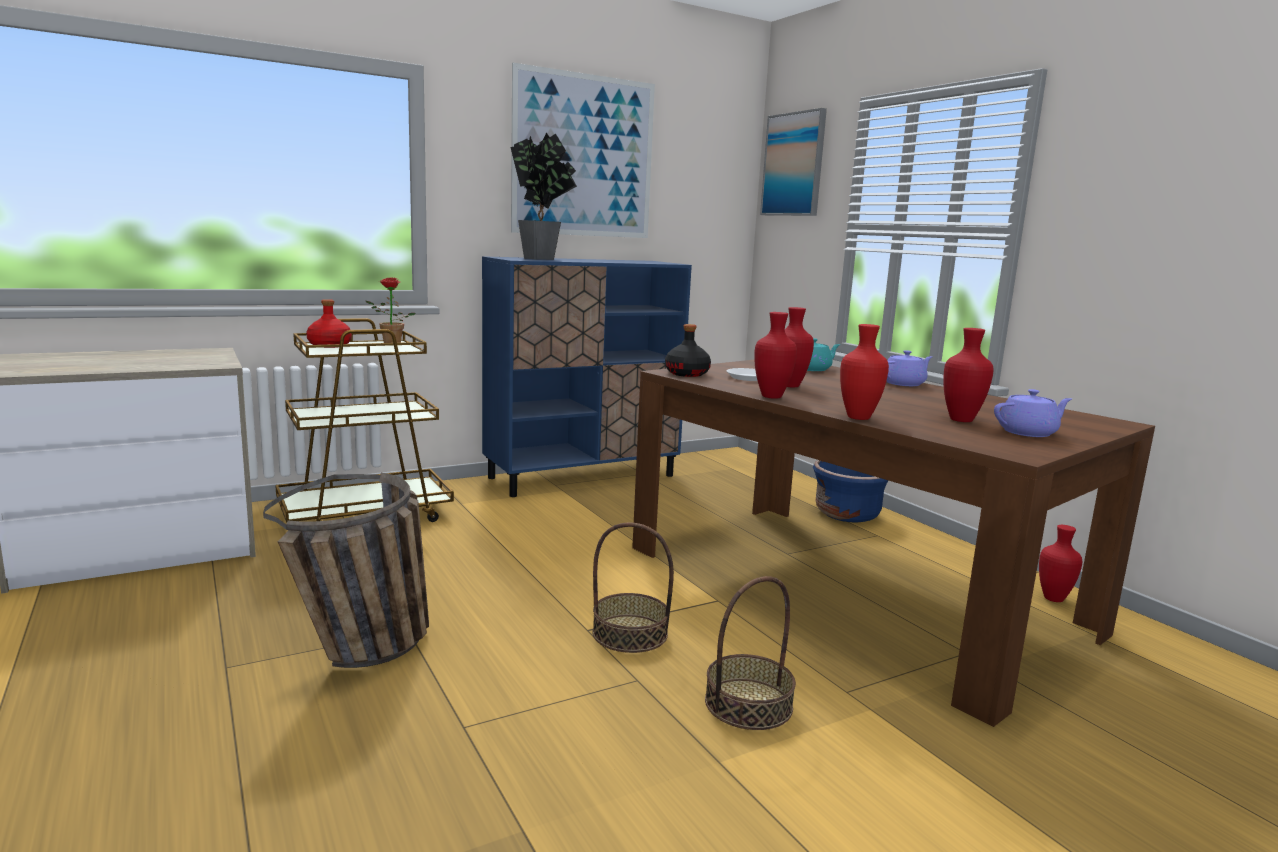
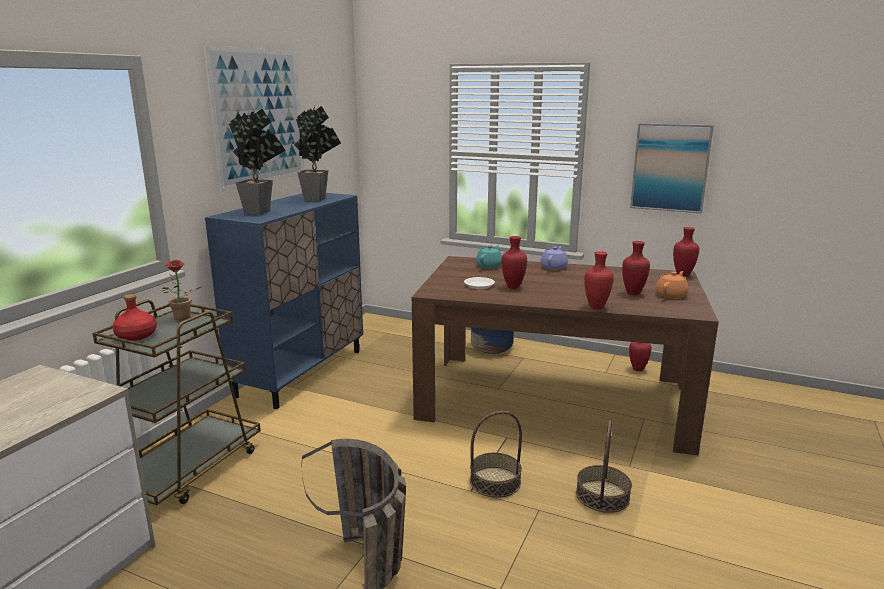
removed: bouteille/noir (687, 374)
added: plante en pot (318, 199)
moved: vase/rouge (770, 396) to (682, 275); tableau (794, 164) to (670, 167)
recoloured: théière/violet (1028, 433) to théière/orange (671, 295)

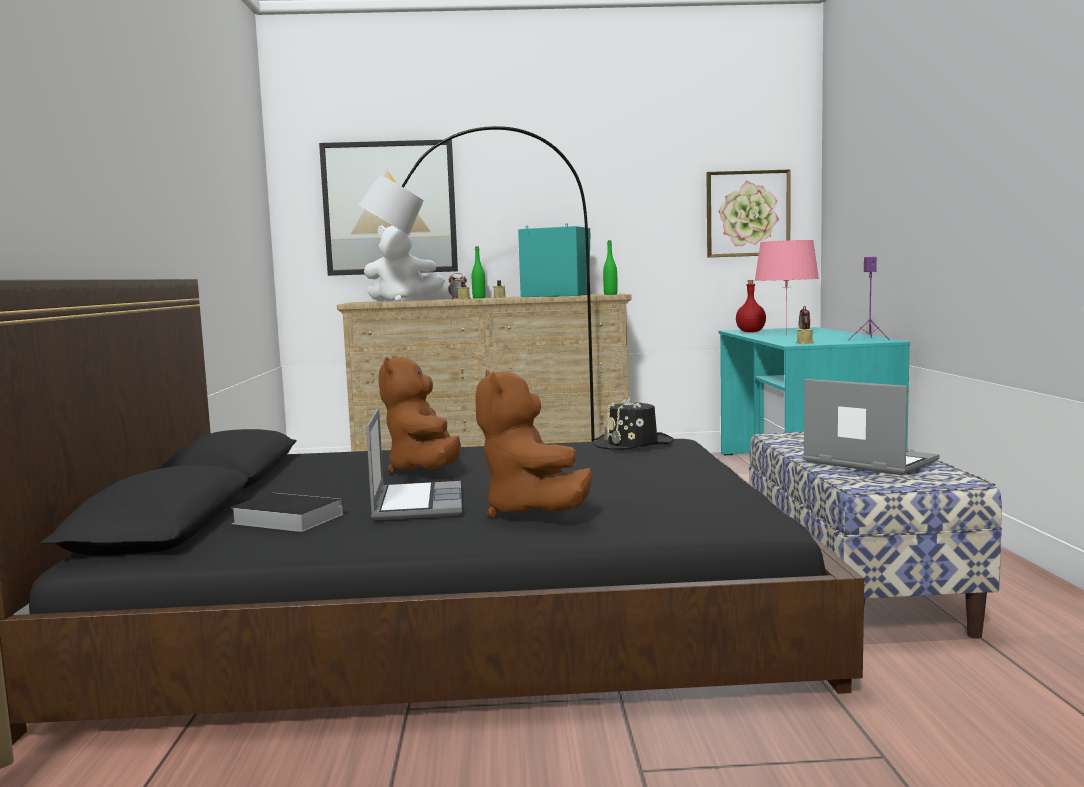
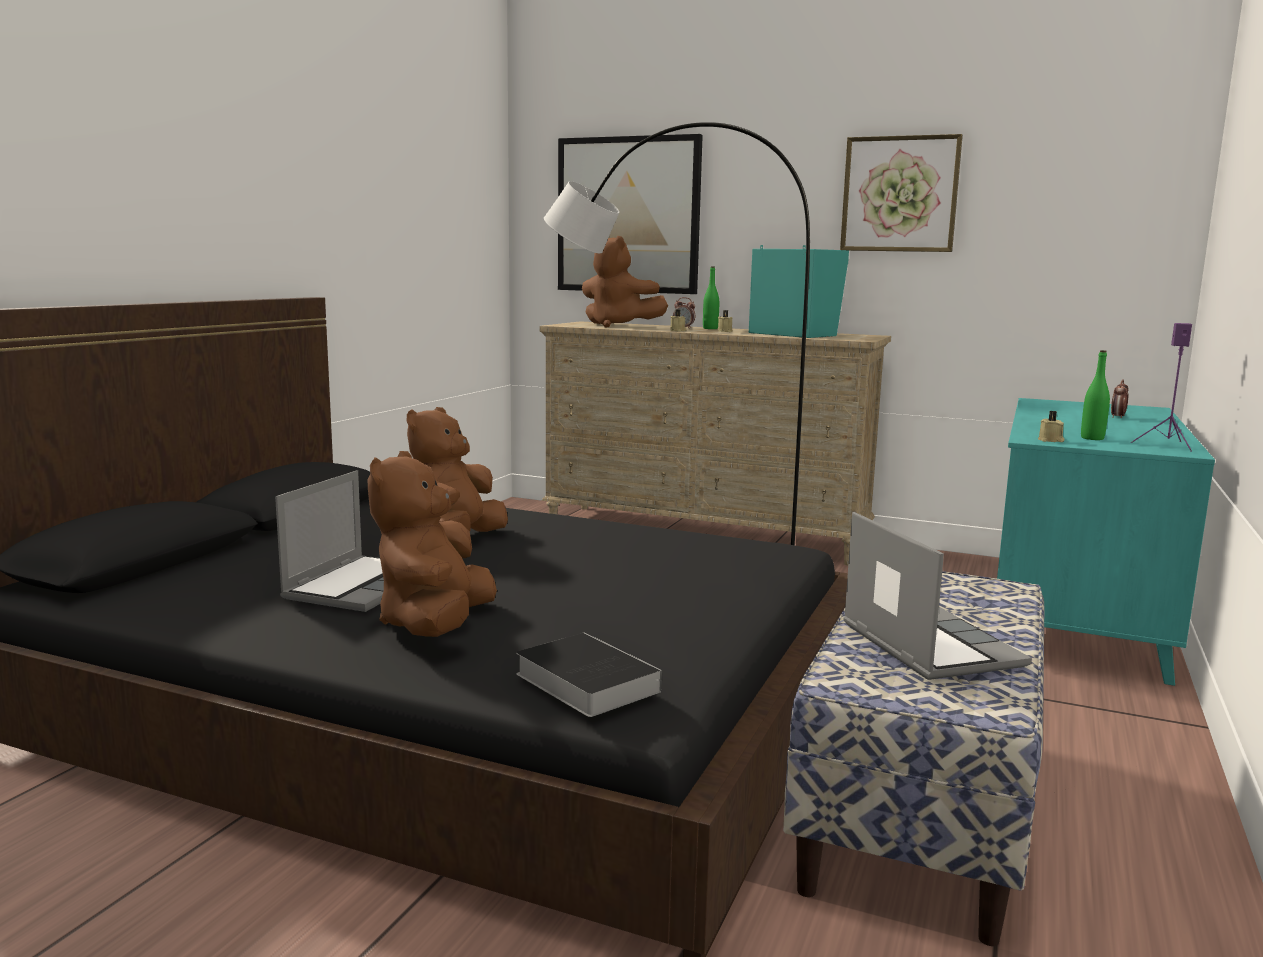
removed: chapeau/noir (633, 444); bouteille/rouge (750, 332); lampe de table/rose (786, 336)
moved: livre (284, 519) to (583, 681); bouteille/vert (610, 294) to (1092, 438); tableau (747, 213) to (899, 194)
recoloured: peluche/blanc (402, 301) to peluche/marron (618, 326)

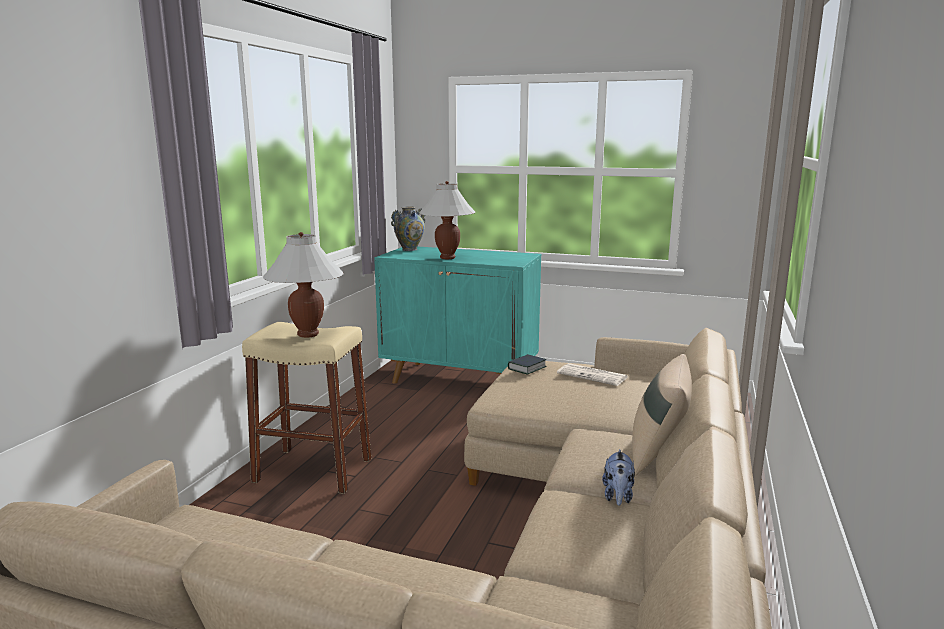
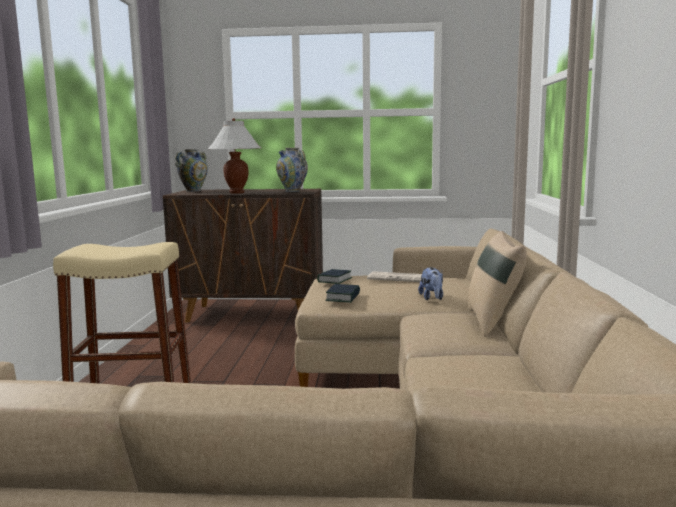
removed: lampe de table/blanc (308, 334)
added: vase (292, 191); livre (343, 297)
moved: peluche (618, 496) to (432, 298)
recoloured: meuble de rangement/turquoise (460, 379) to meuble de rangement/marron (252, 314)

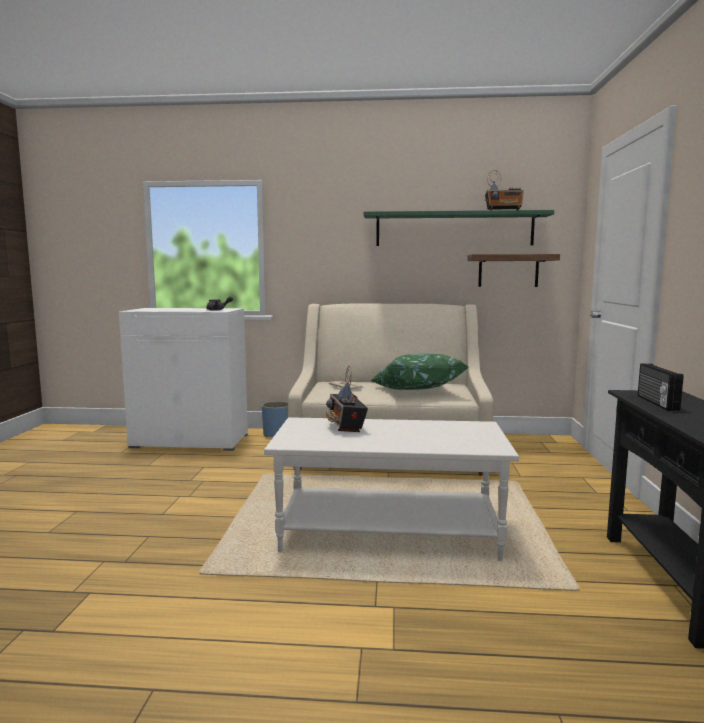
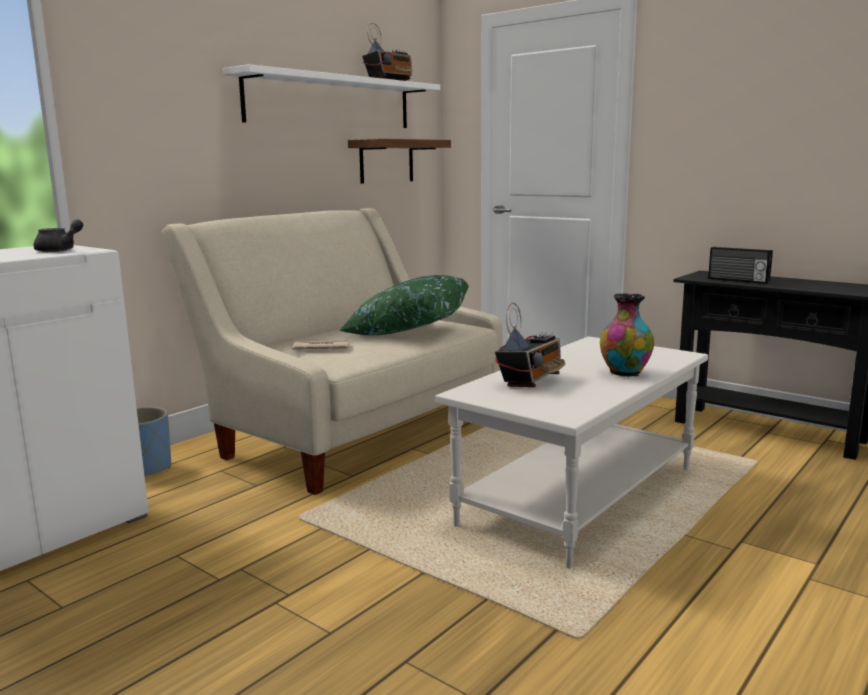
added: vase (625, 373)
recoloured: étagère/vert (454, 229) to étagère/blanc (331, 102)
turned: radio (346, 427) = (531, 381) 75 degrees counterclockwise

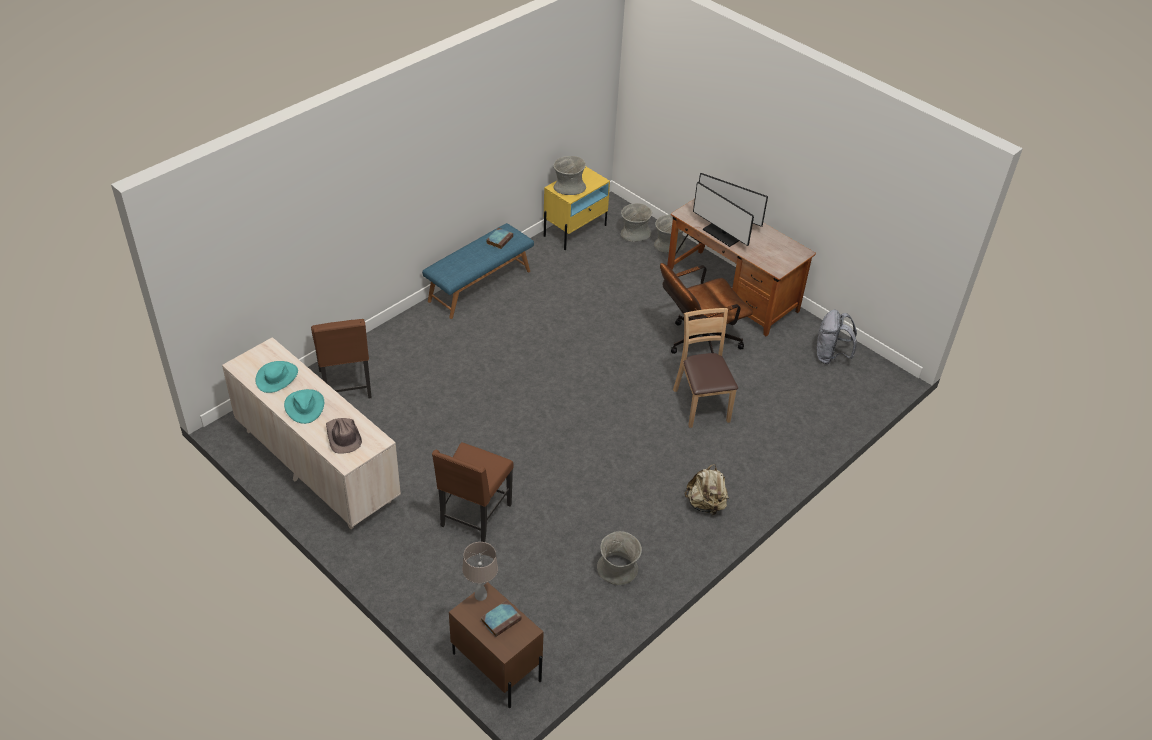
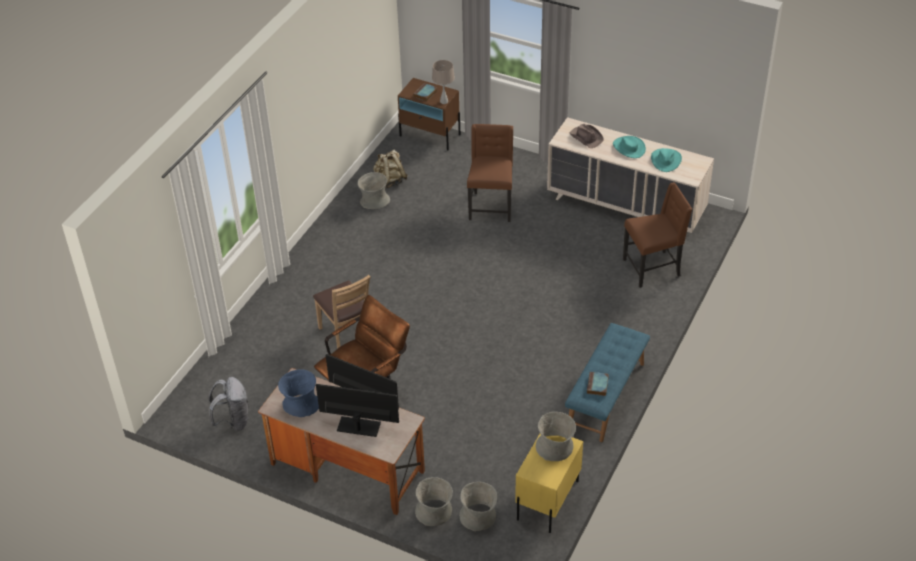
added: vase/bleu (301, 405)
moved: sac à dos/beige (706, 504) to (390, 180)
turned: chaise/marron (346, 385) = (652, 268) 105 degrees clockwise

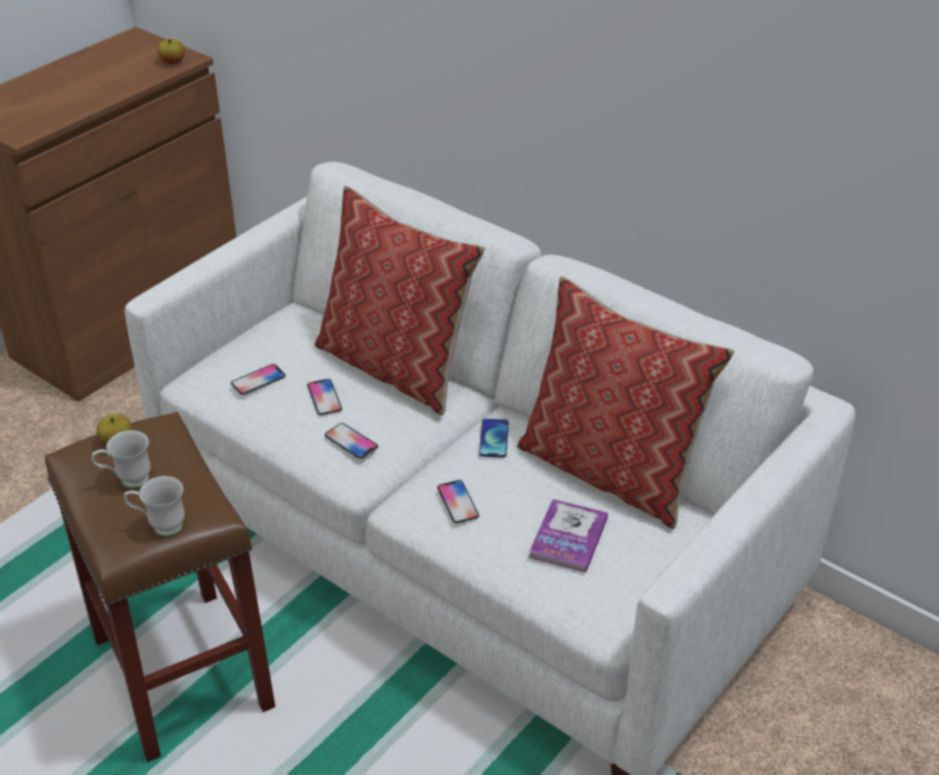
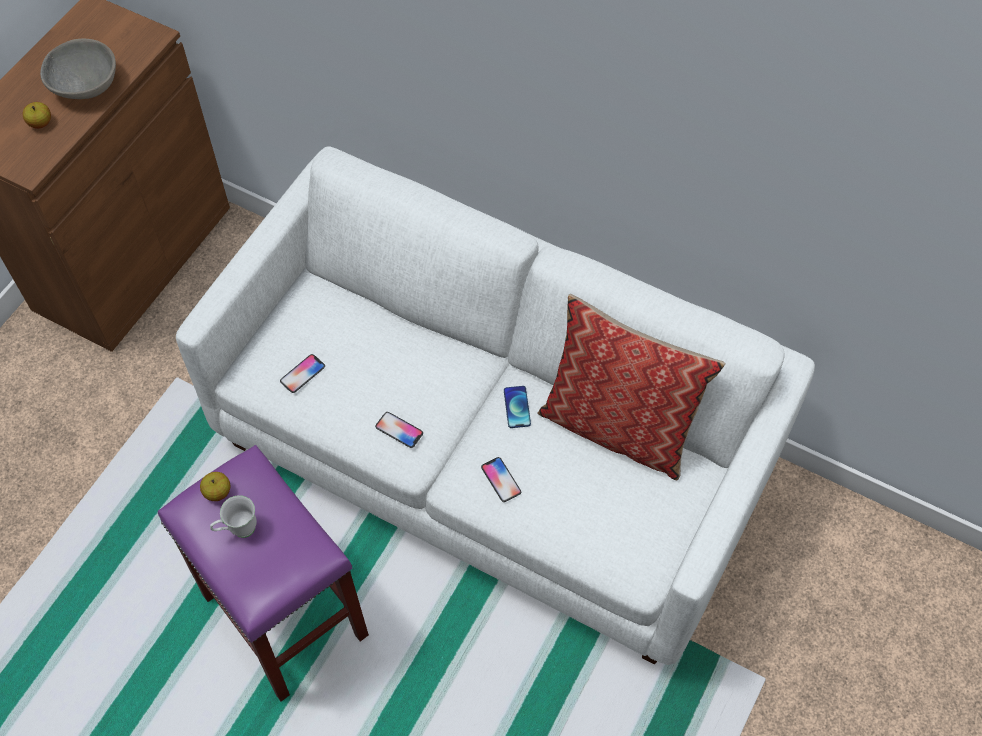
removed: mug/blanc (160, 526); téléphone (324, 398); coussin (396, 366); livre (568, 537)
added: bol/gris (84, 86)
moved: pomme (172, 62) to (40, 123)
recoloured: tabouret/marron (185, 674) to tabouret/violet (287, 616)

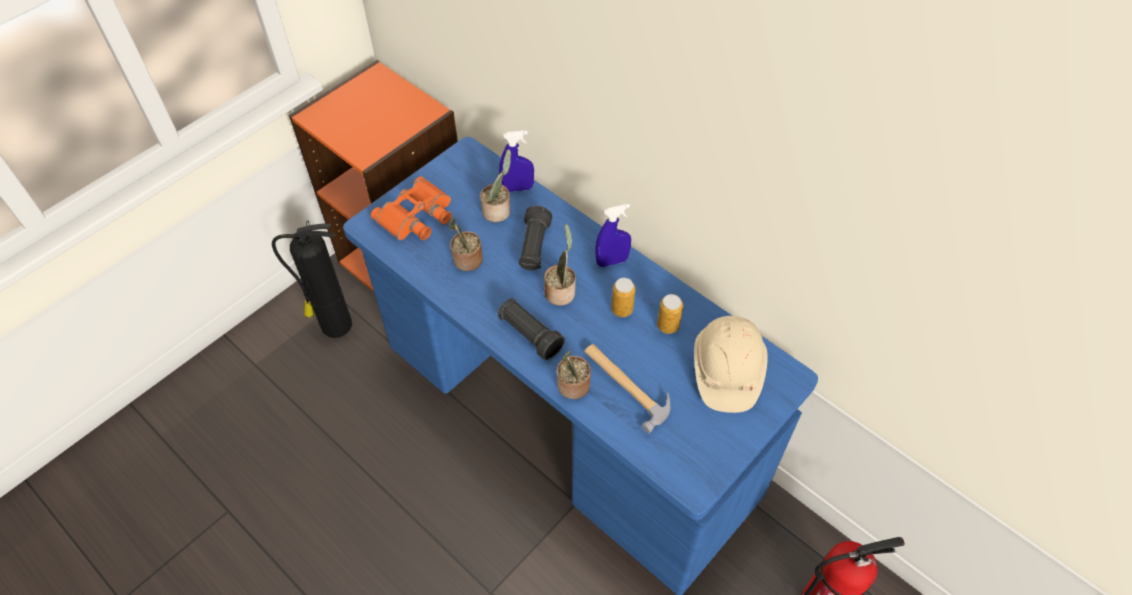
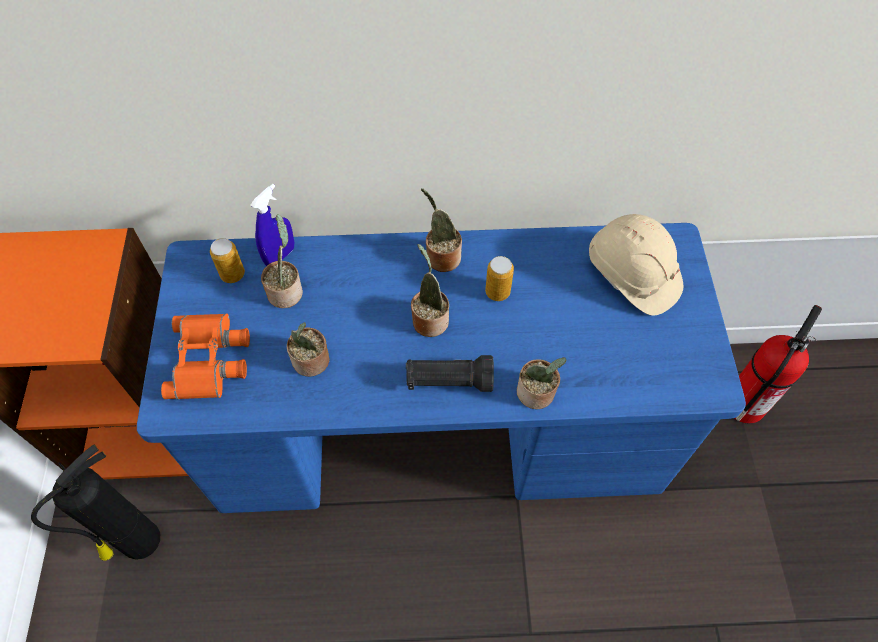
removed: lampe de poche/noir (534, 248); marteau (626, 384)
moved: boîte métallique (668, 326) to (232, 274)
replaced: vaporisateur/bleu (612, 261) to plante en pot (441, 257)

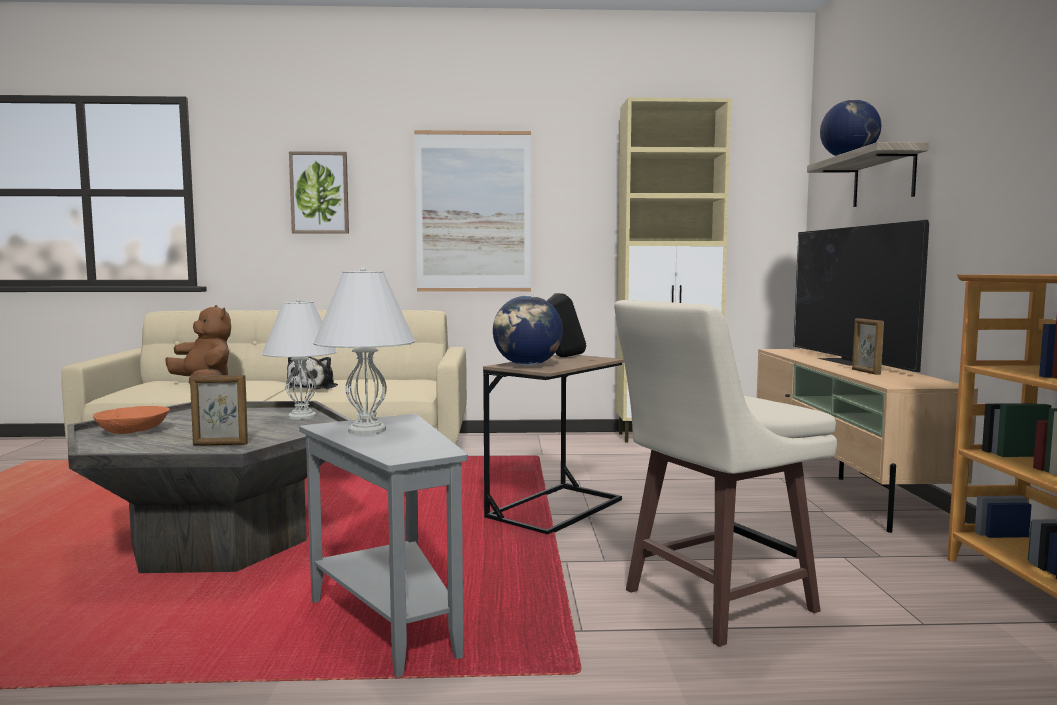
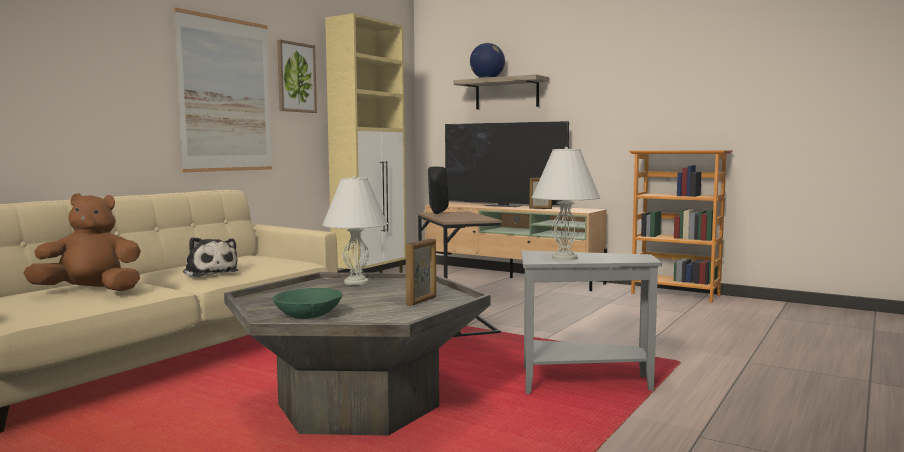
removed: globe (527, 365); tabouret/beige (714, 601)
moved: tableau (319, 193) to (296, 77)
recoloured: bol/orange (133, 431) to bol/vert (308, 315)

